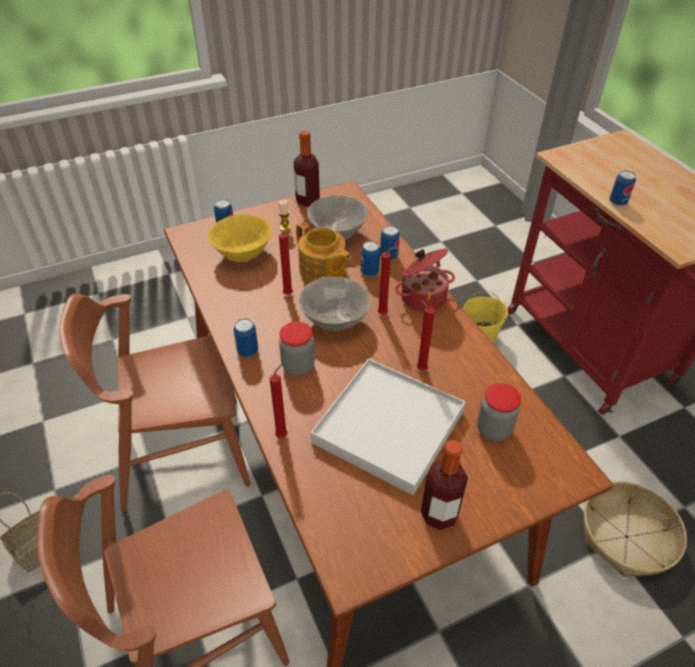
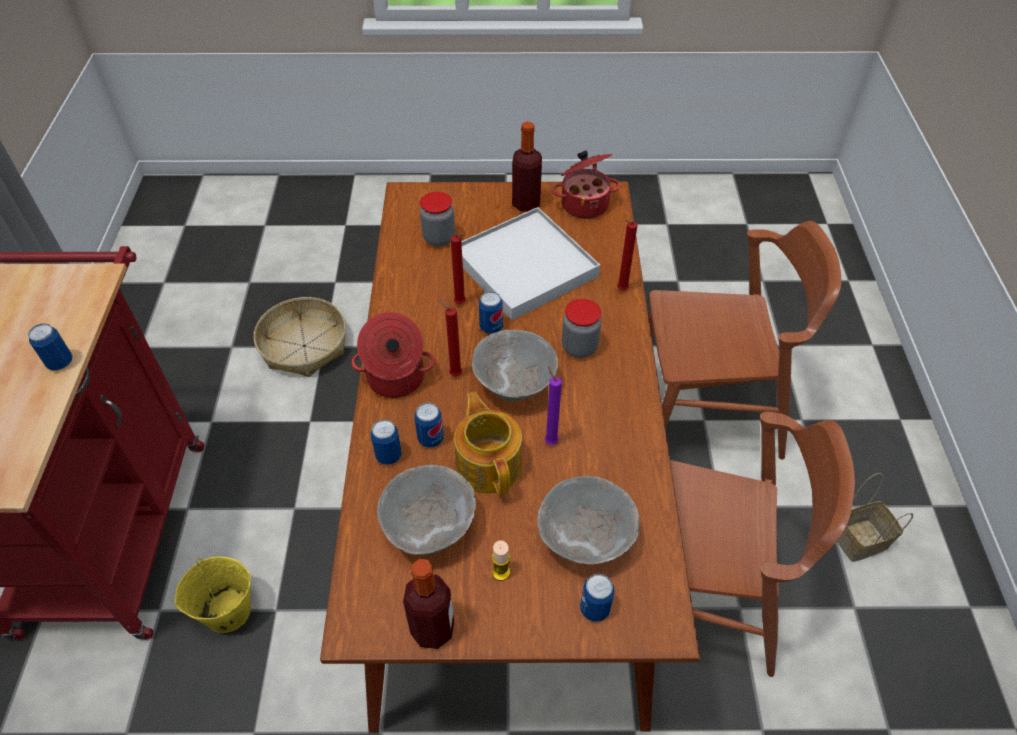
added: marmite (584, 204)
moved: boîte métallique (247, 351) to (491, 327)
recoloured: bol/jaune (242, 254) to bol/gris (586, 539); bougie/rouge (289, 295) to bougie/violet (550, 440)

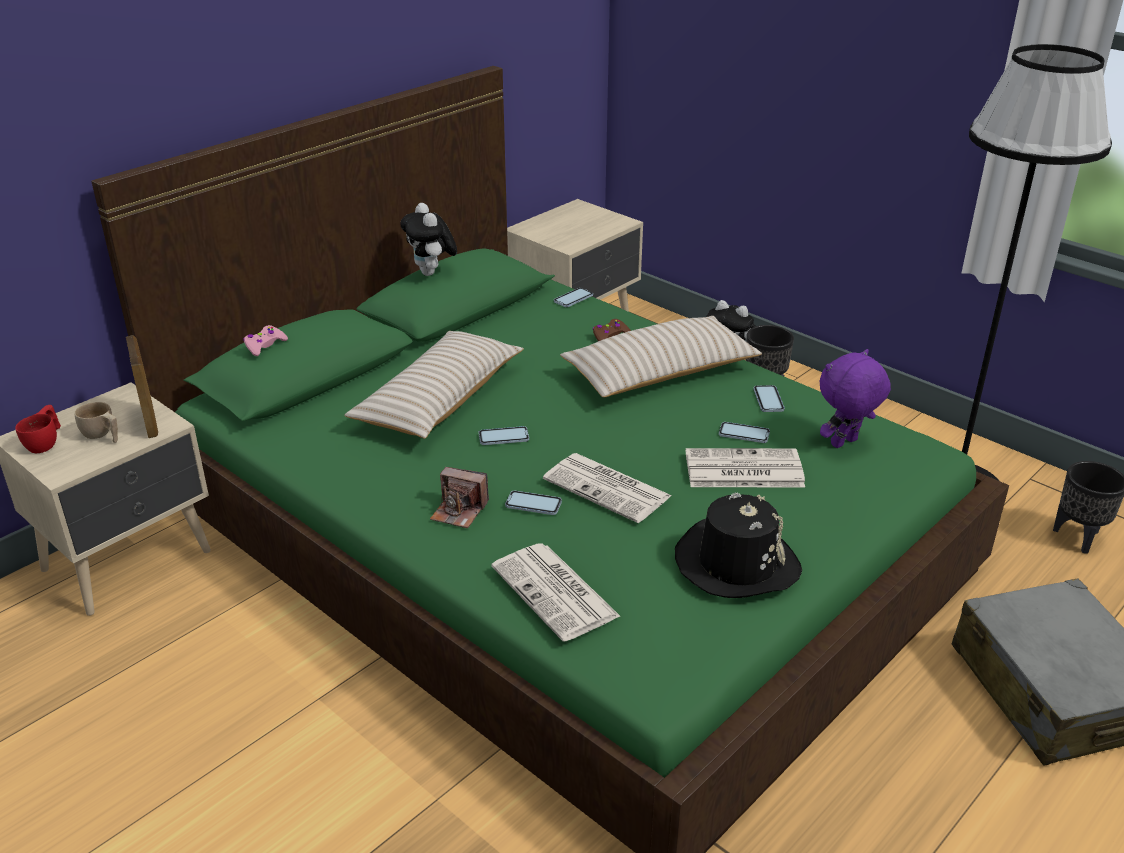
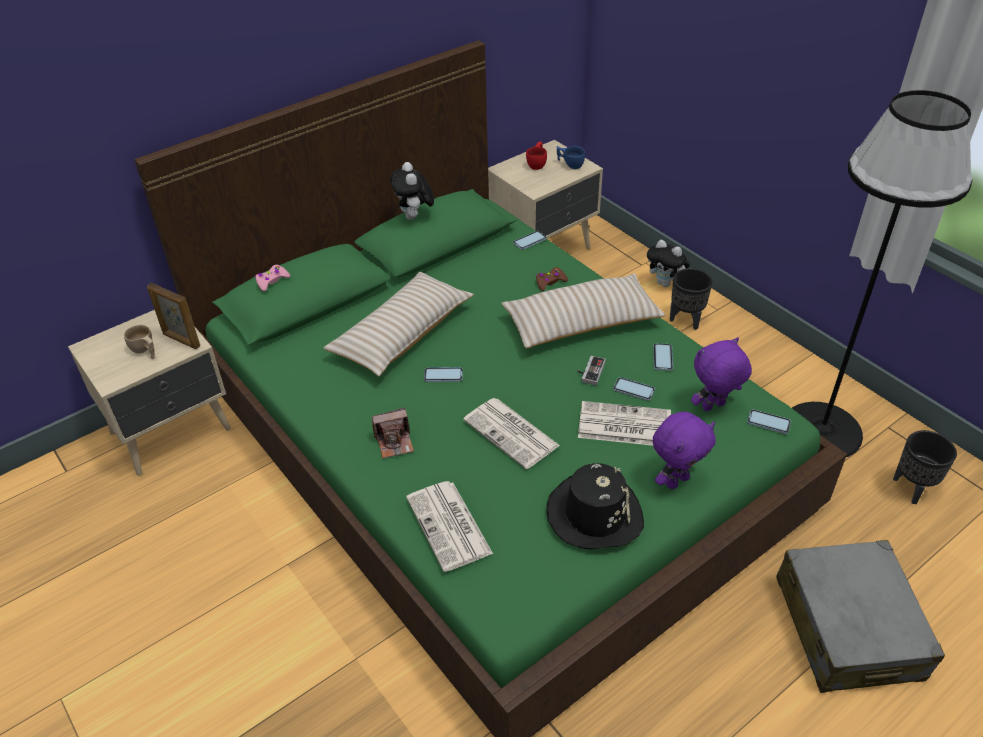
added: tasse/bleu (570, 164); manette (589, 371); peluche/violet (676, 480)
moved: tasse/rouge (46, 442) to (537, 164); téléphone (533, 504) to (768, 422)
turned: cadre photo (150, 421) = (181, 340) 135 degrees clockwise; appareil photo (459, 511) = (394, 442) 45 degrees counterclockwise

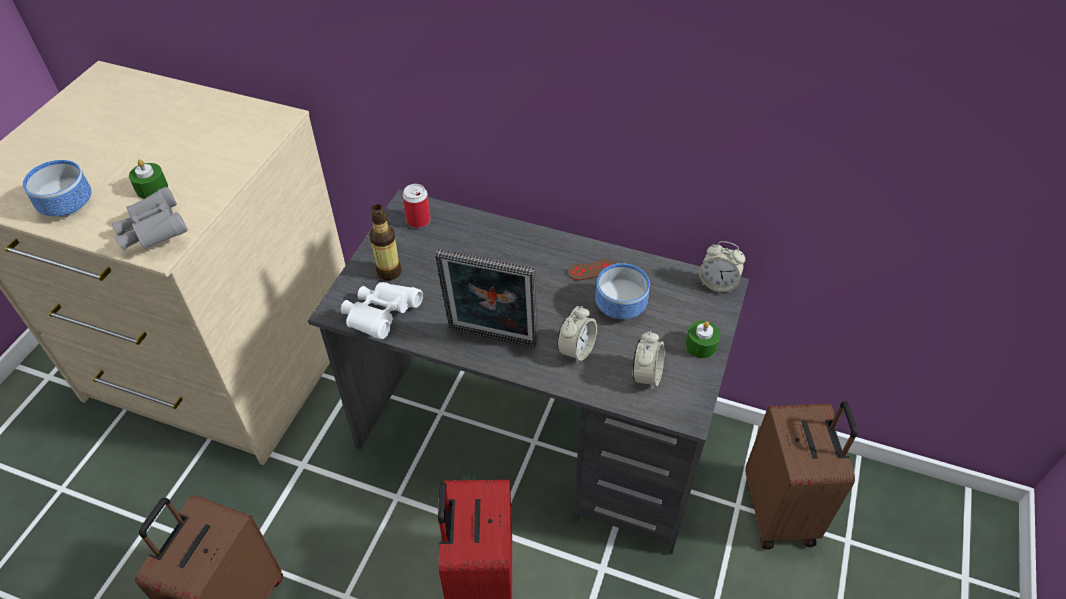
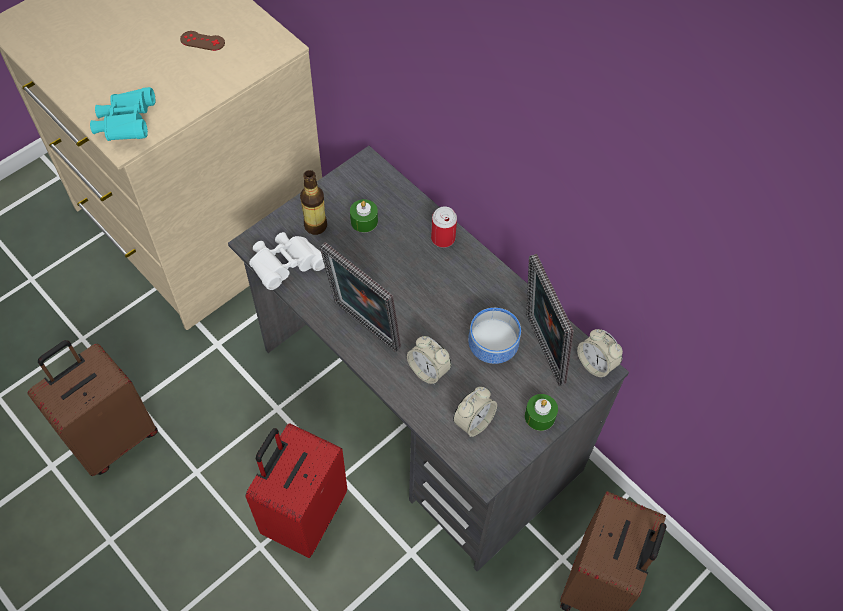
removed: bol (68, 207)
added: cadre photo (540, 350)
moved: bougie/vert (152, 188) to (364, 221); boîte métallique (418, 220) to (443, 238); manette/marron (591, 270) to (202, 41)
recoloured: jumelles/gris (155, 233) to jumelles/turquoise (127, 125)
turned: réveil (576, 350) = (428, 370) 75 degrees clockwise

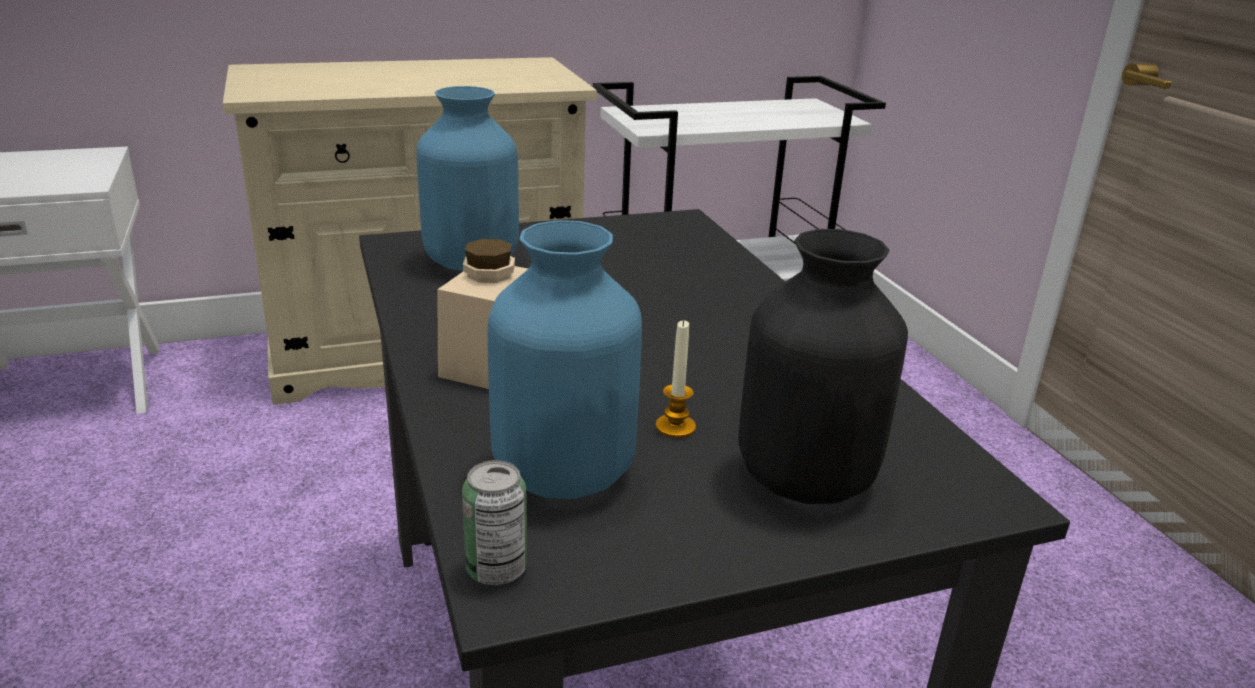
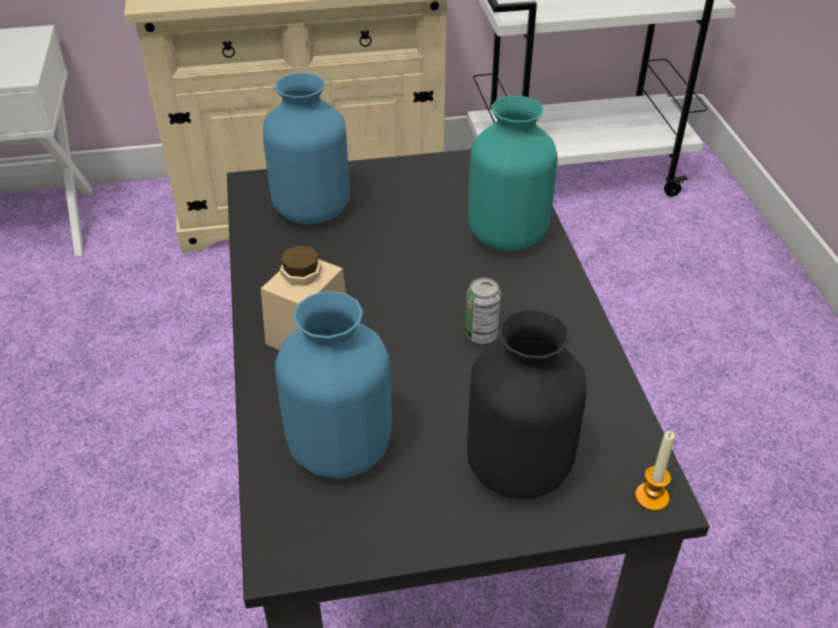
added: vase/turquoise (505, 235)
moved: boîte métallique (496, 569) to (481, 335); bougie (675, 427) to (651, 497)

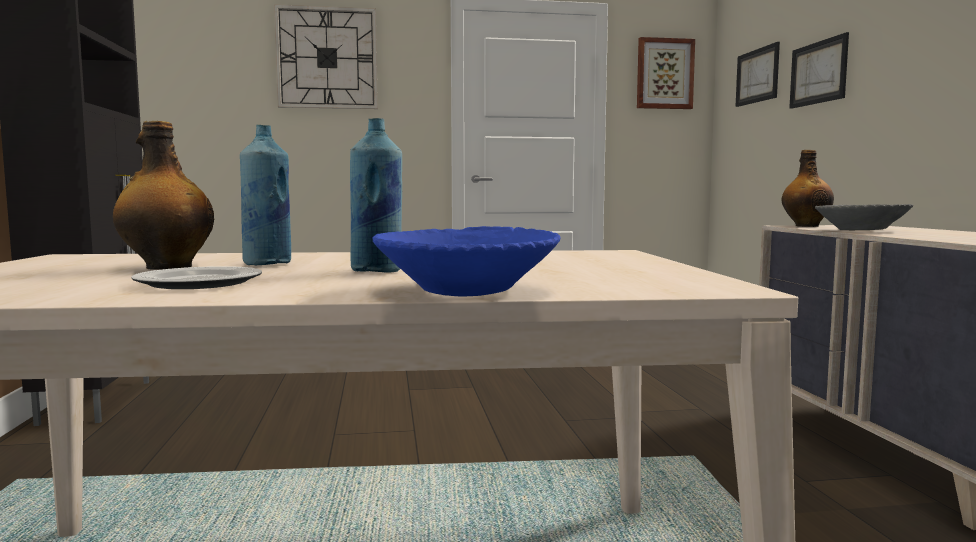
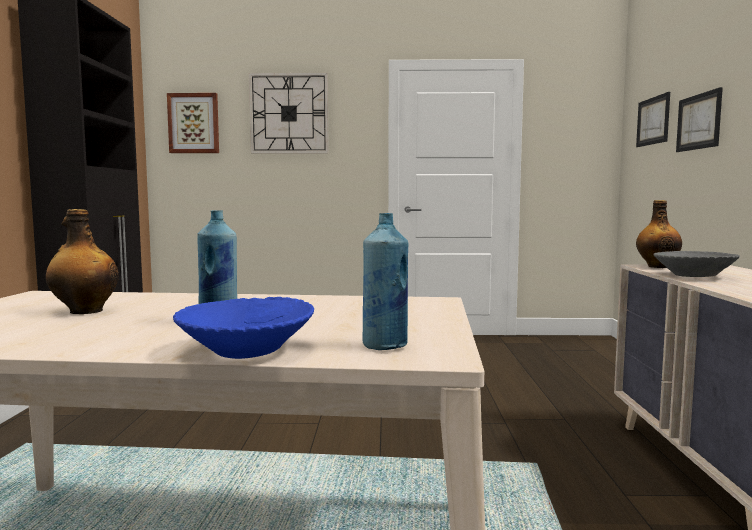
removed: assiette (198, 283)
moved: bouteille/bleu (268, 264) to (385, 346); tableau (664, 74) to (194, 123)

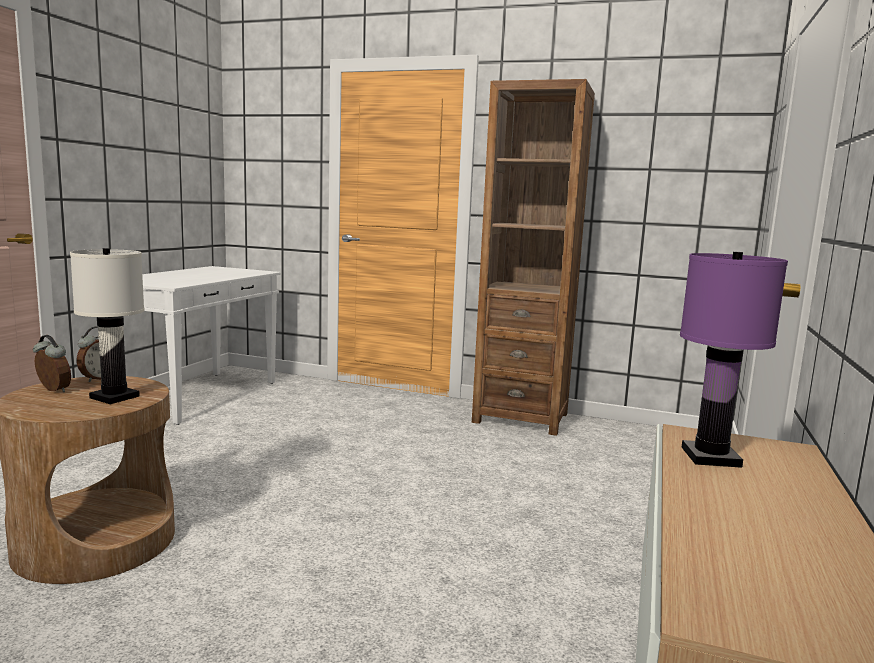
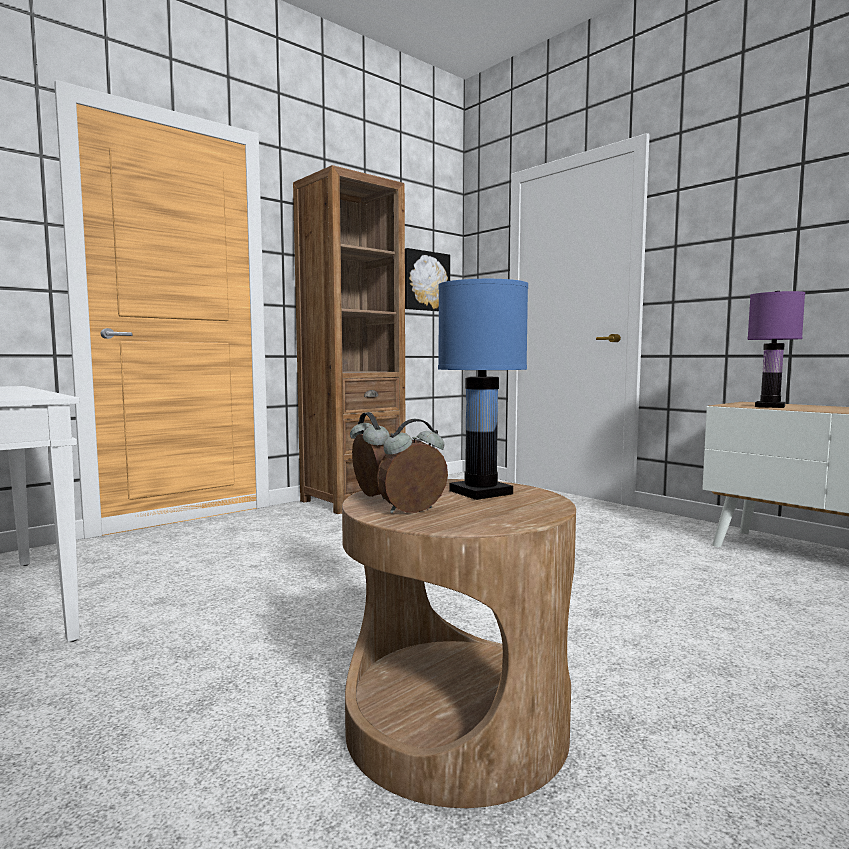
added: tableau (425, 281)
recoloured: lampe de table/blanc (115, 397) to lampe de table/bleu (481, 492)

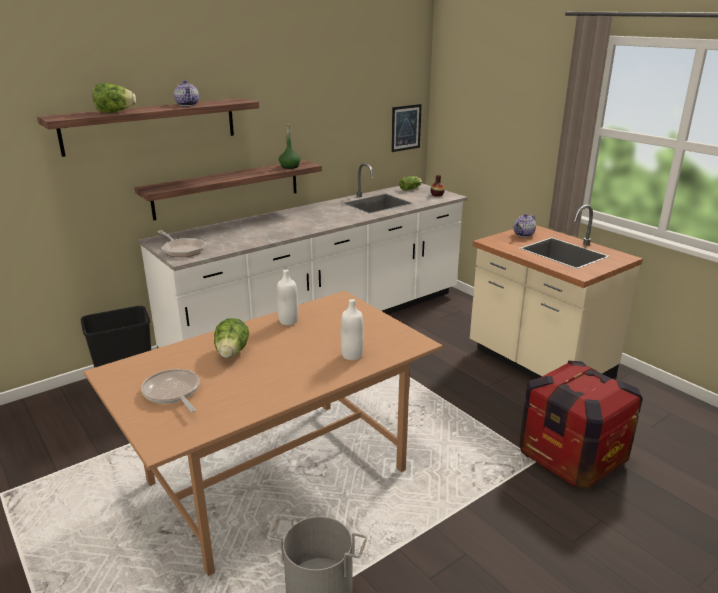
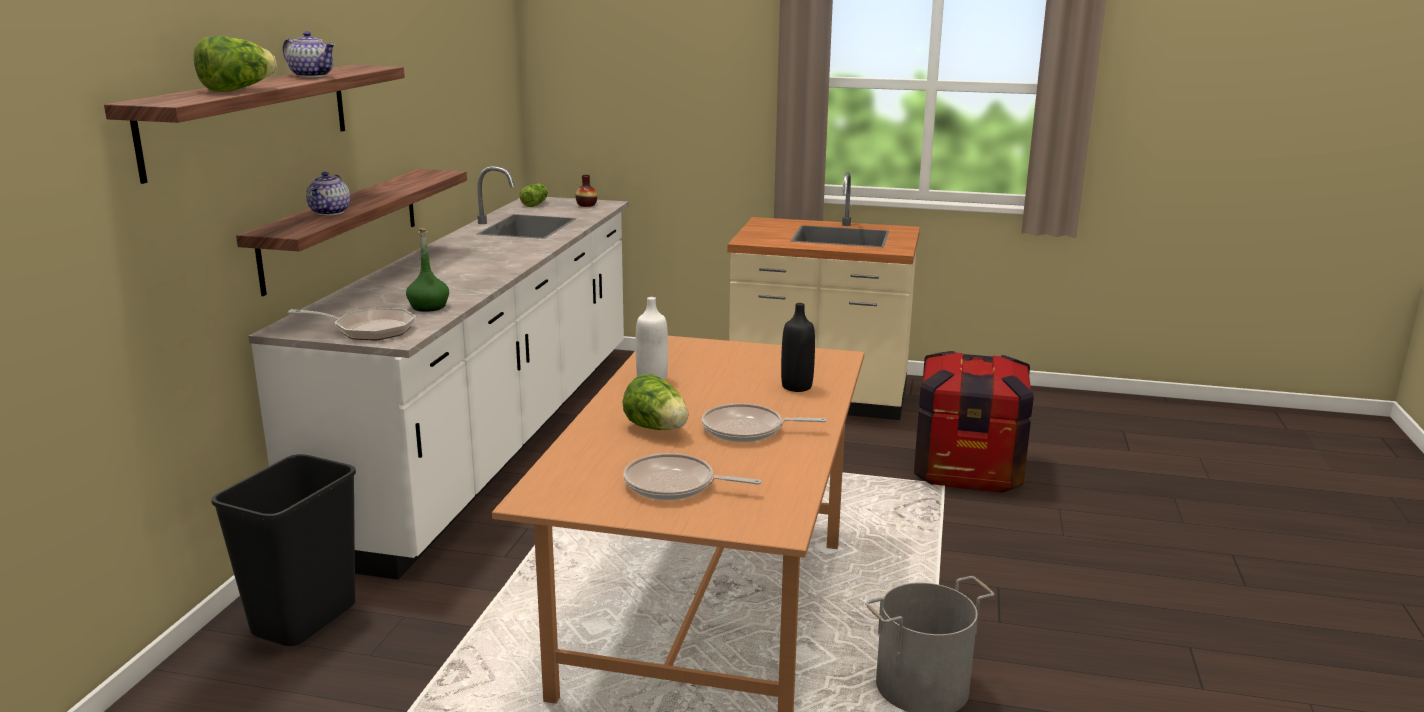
removed: tableau (406, 127)
added: poêle (747, 430)
moved: bouteille/vert (290, 167) to (429, 307); théière (524, 235) to (330, 212)
recoloured: bouteille/blanc (352, 355) to bouteille/noir (796, 387)

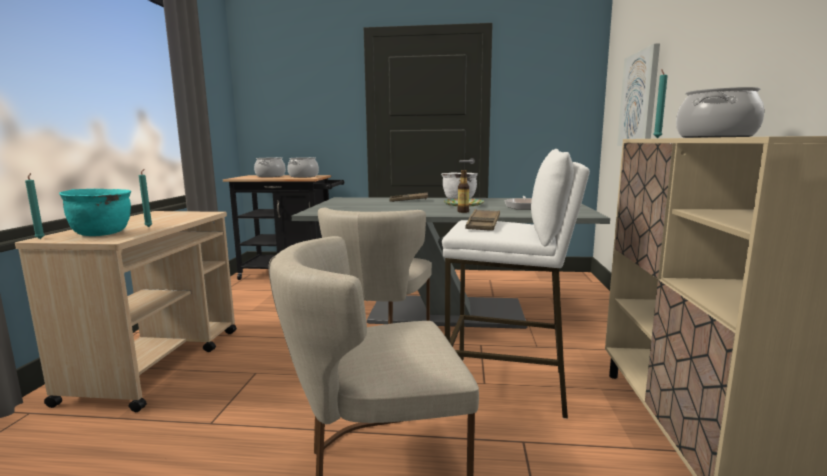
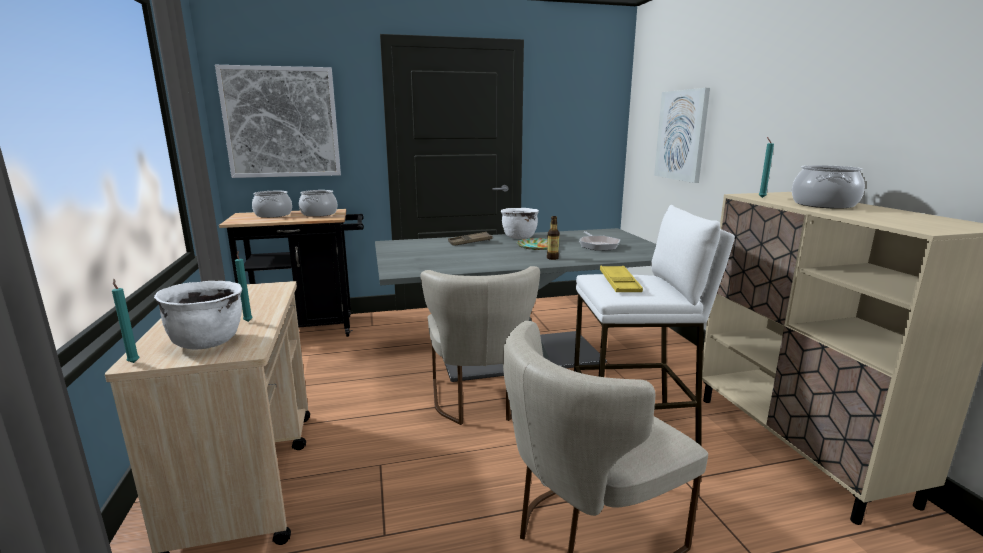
added: tableau (281, 122)
recoloured: marmite/turquoise (102, 234) to marmite/blanc (208, 342); plateau/marron (483, 225) to plateau/jaune (619, 283)

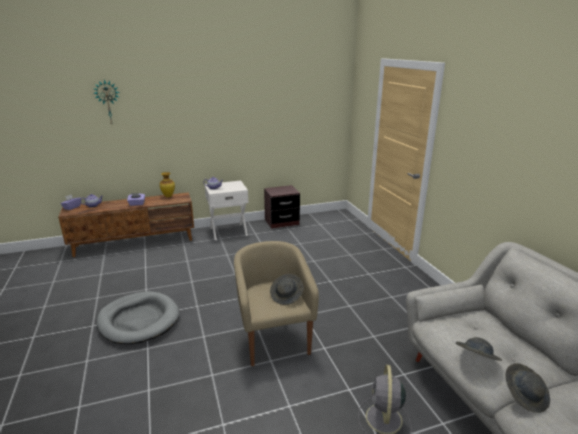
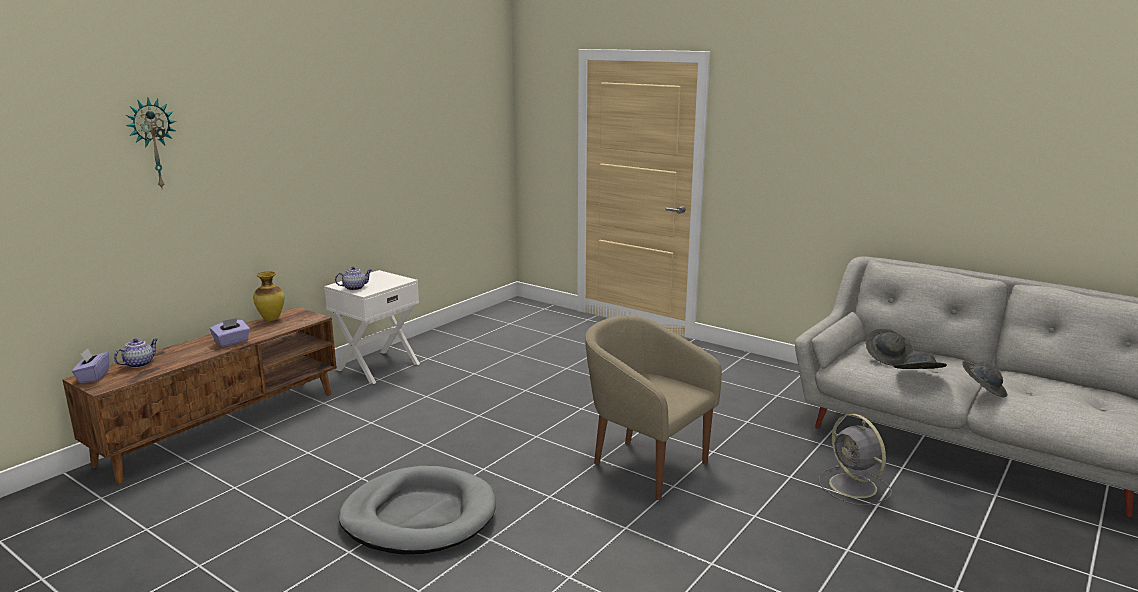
removed: table de chevet/marron (281, 222)
moved: chapeau/gris (287, 296) to (888, 358)

